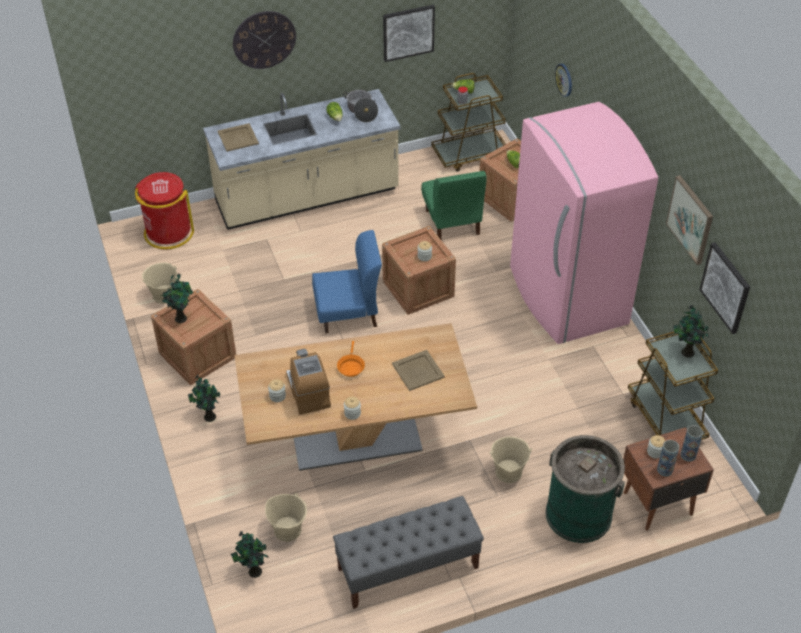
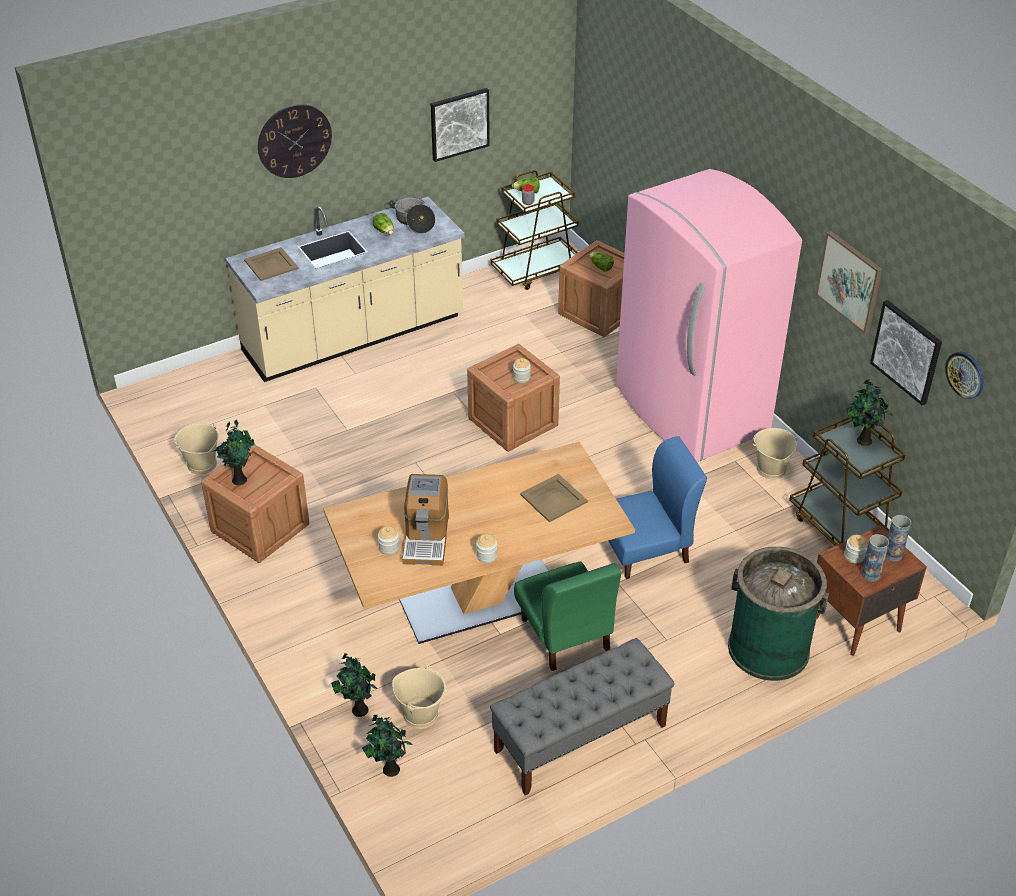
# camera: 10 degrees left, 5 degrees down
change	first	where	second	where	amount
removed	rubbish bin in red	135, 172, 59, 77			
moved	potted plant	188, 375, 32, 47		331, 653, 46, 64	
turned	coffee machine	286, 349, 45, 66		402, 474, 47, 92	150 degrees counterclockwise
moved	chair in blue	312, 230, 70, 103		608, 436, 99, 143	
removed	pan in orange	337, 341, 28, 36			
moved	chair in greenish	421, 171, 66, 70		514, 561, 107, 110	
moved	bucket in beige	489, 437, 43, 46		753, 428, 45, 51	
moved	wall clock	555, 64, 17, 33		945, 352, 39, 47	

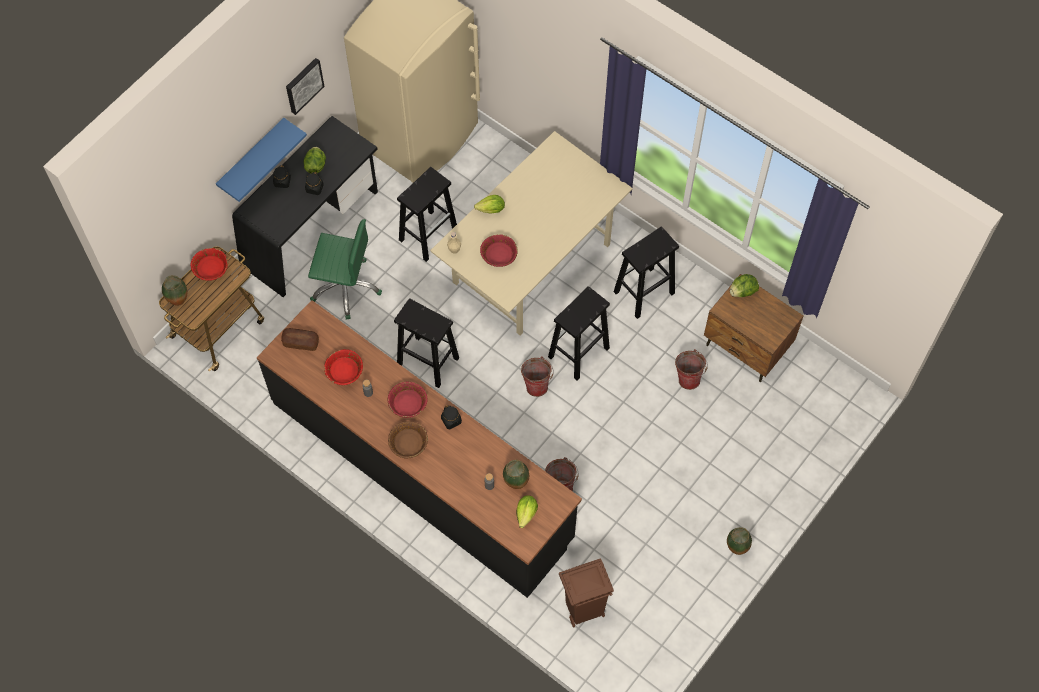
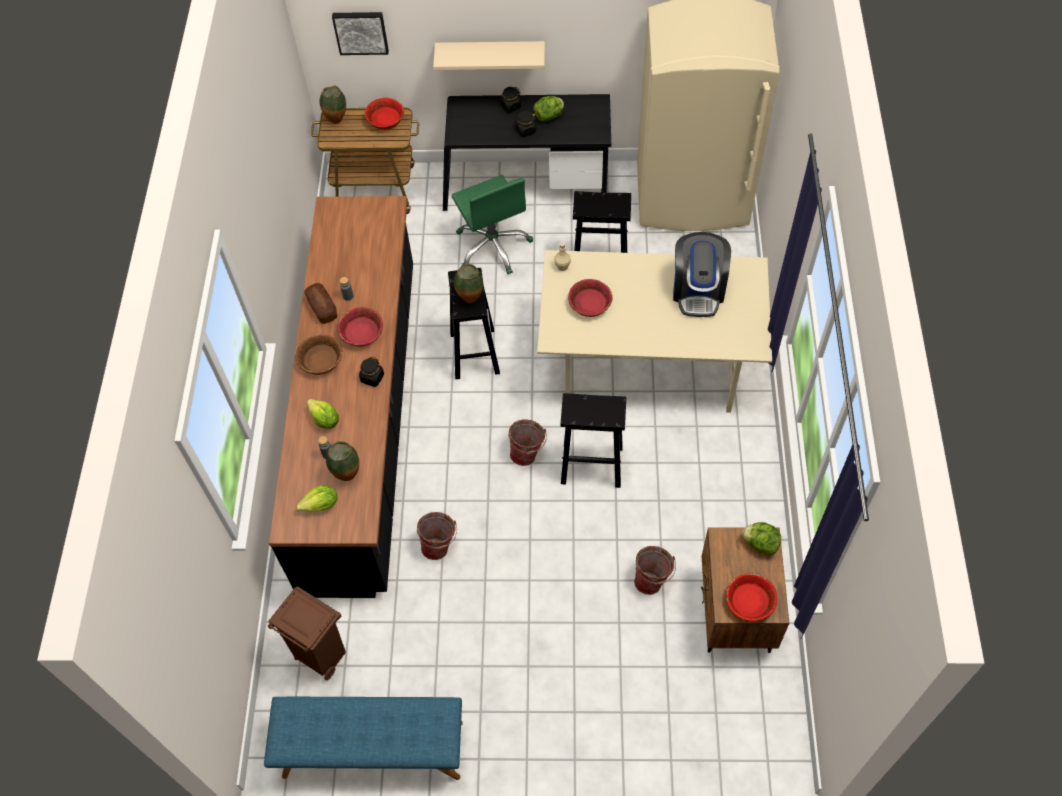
# camera: 55 degrees right, 5 degrees down
change	first	where	second	where	amount
recoloured	bracket shelf in blue	216, 118, 91, 84	bracket shelf in beige	433, 41, 112, 29	
moved	bakery bread	281, 328, 38, 23		304, 283, 34, 41	
moved	wall picture	286, 58, 39, 57		332, 12, 57, 43	
moved	serving bowl in red	324, 349, 39, 36		726, 574, 51, 47	
moved	lettuce	474, 195, 31, 19		307, 399, 32, 30	
removed	sitting stool in blackish	614, 227, 65, 92			
moved	vase	727, 527, 25, 28		454, 264, 29, 39	
added			indoor bench in blue	264, 697, 199, 83	
added			coffee machine	673, 232, 58, 85	

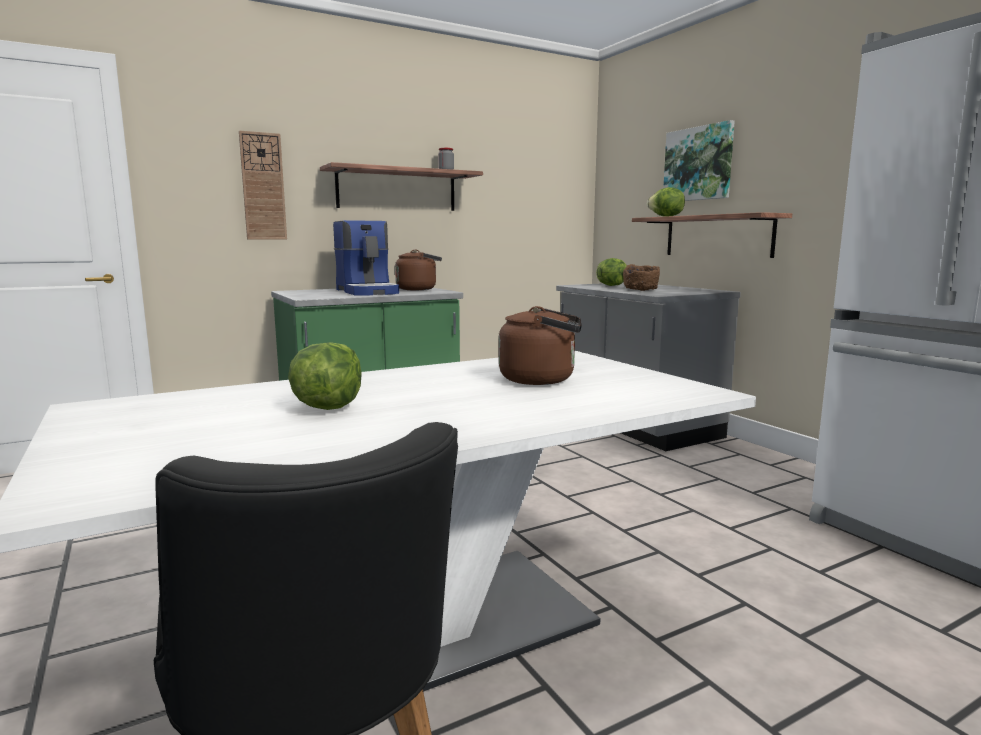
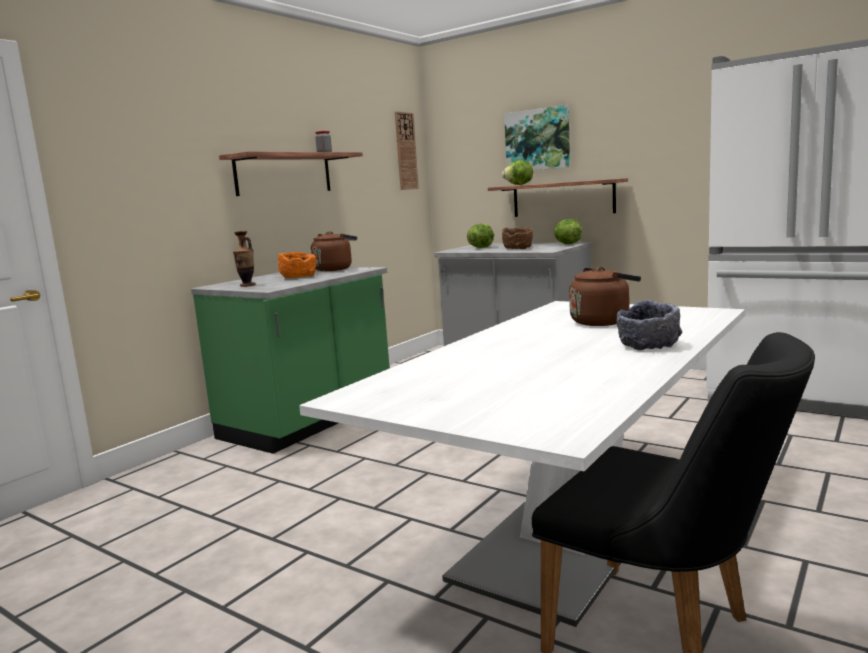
# camera: 25 degrees left, 0 degrees up
change	first	where	second	where	amount
moved	wall clock	239, 131, 48, 108		395, 111, 24, 79	
moved	lettuce	288, 342, 74, 68		554, 219, 28, 25	
replaced	coffee machine	333, 220, 66, 76	serving bowl in orange	278, 252, 38, 26	
added			vase	233, 231, 23, 56	
added			serving bowl in grey	617, 300, 65, 50	

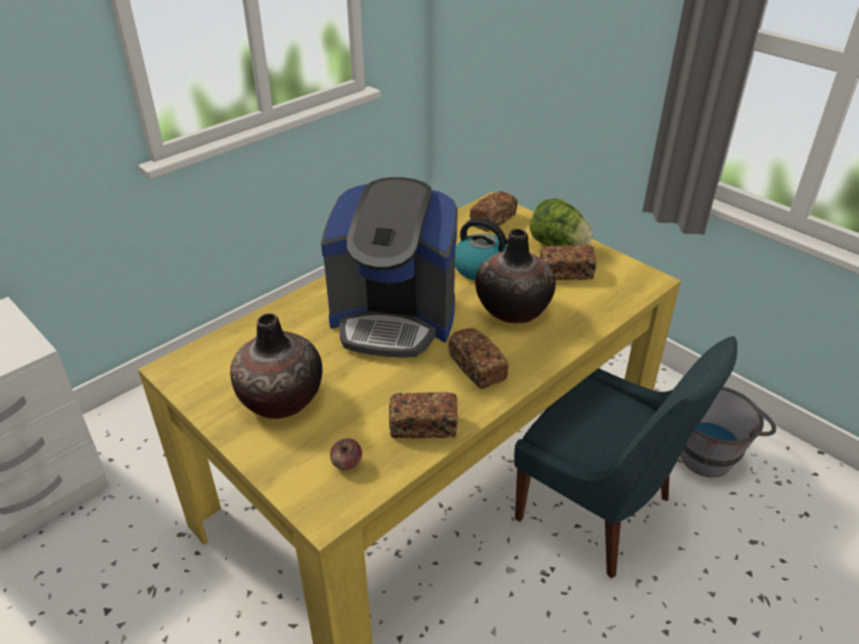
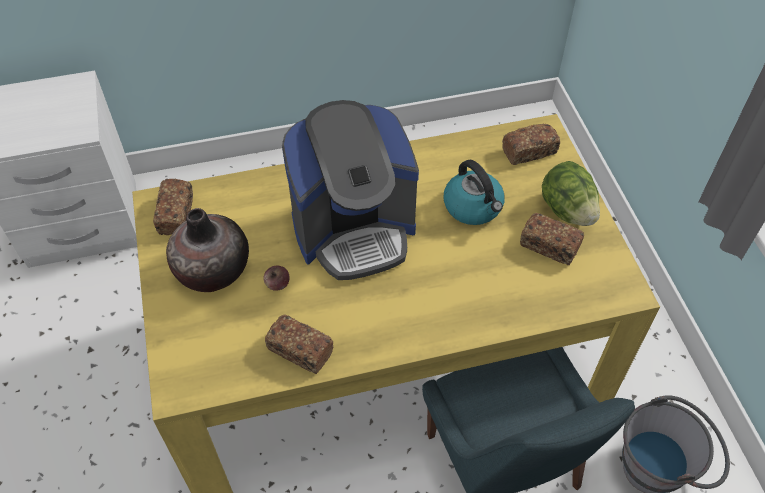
# camera: 30 degrees right, 15 degrees up
change	first	where	second	where	amount
turned	coffee machine	321, 177, 137, 181		282, 100, 137, 180	60 degrees counterclockwise
moved	apple fruit	330, 438, 32, 32		263, 266, 27, 25	
moved	bakery bread	448, 328, 61, 61		153, 179, 40, 56	
removed	vase	475, 229, 81, 94			

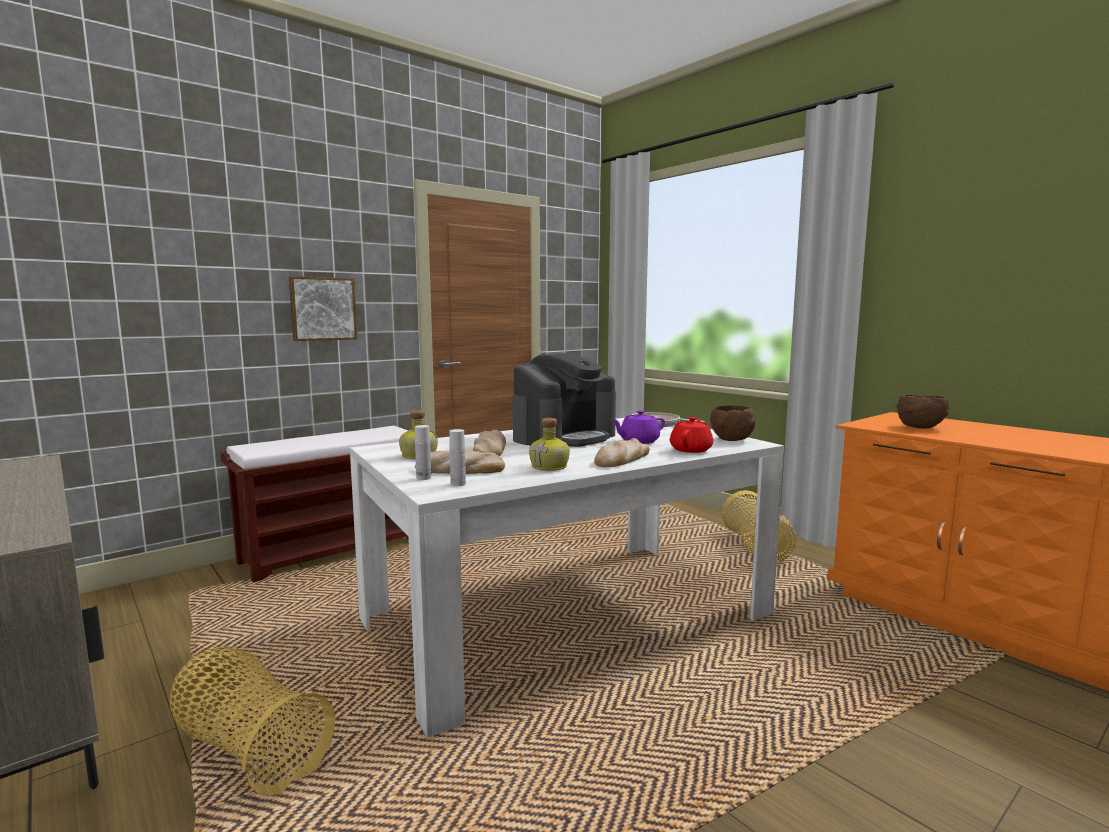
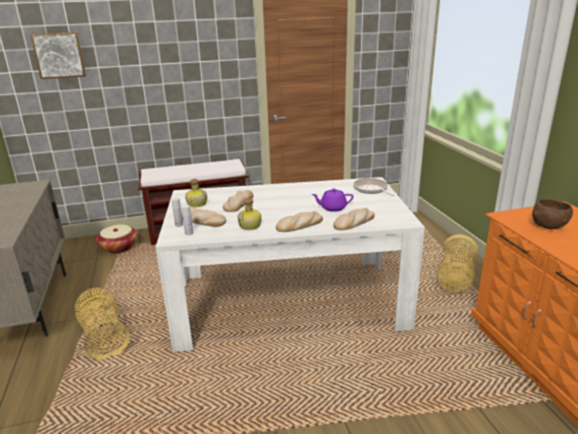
# camera: 25 degrees right, 15 degrees up
change	first	where	second	where	amount
moved	wall picture	289, 276, 68, 65		30, 32, 56, 47	
removed	coffee machine	513, 353, 103, 94			
replaced	tea pot in red	670, 417, 43, 36	bakery bread	333, 208, 42, 22	
removed	serving bowl in brown-coloured	710, 405, 46, 36			
added			basket	96, 224, 42, 30	

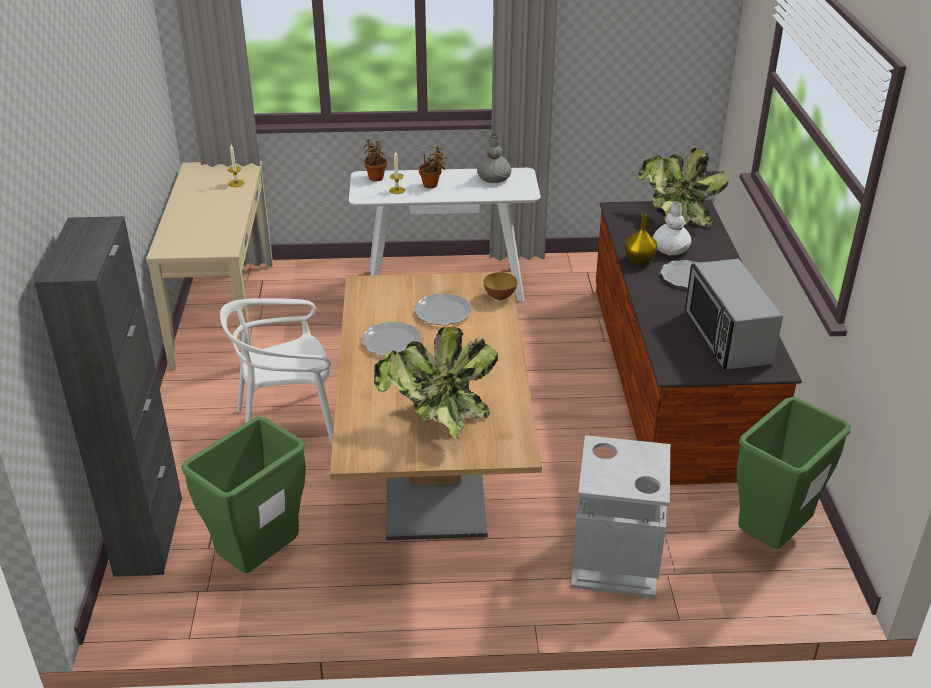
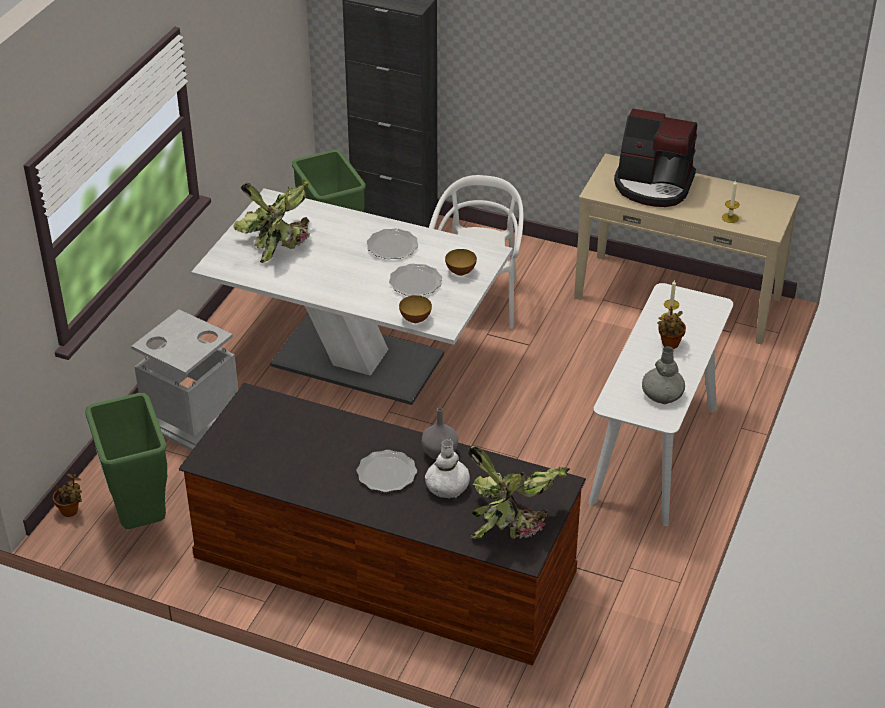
# camera: 115 degrees right, 5 degrees up
change	first	where	second	where	amount
recoloured	dinner table in brown-coloured	330, 272, 212, 268	dinner table in white-coloured	191, 188, 322, 217	
moved	potted plant	364, 139, 23, 42		53, 473, 29, 44	
recoloured	vase in yellow	625, 213, 32, 52	vase in grey	422, 408, 36, 52	
removed	kitchen microwave	685, 259, 98, 111			
added			serving bowl	445, 249, 32, 27	
added			coffee machine	614, 109, 83, 98	

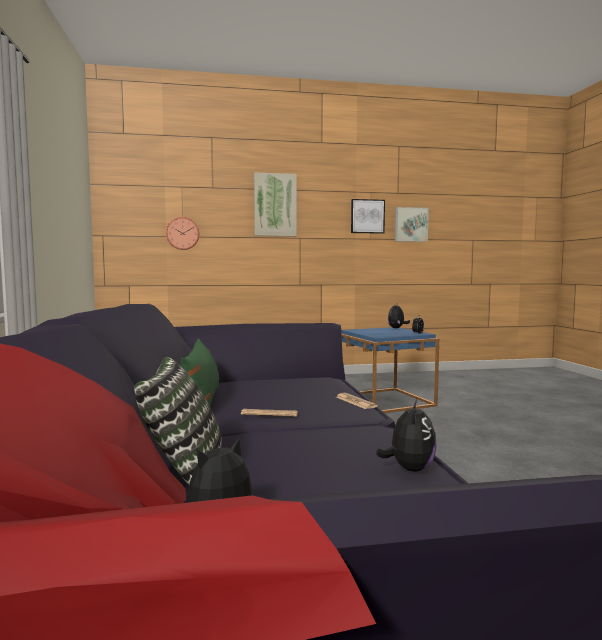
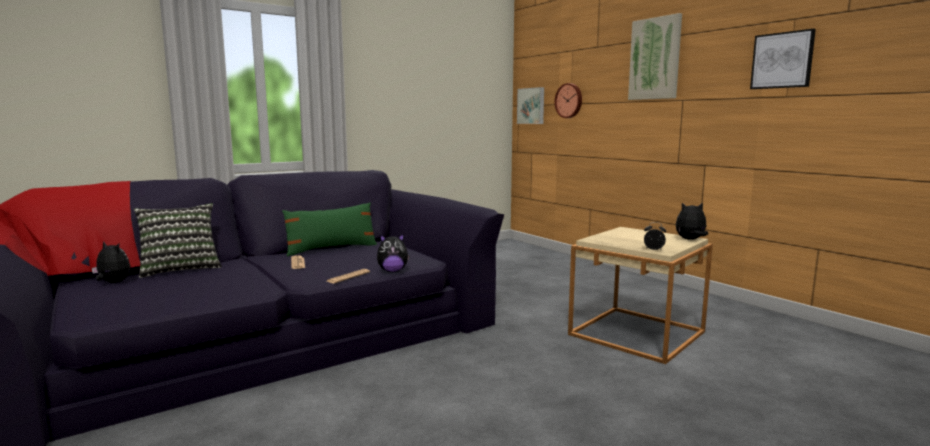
# camera: 65 degrees right, 5 degrees up
change	first	where	second	where	amount
recoloured	side table in blue	341, 327, 98, 86	side table in beige	568, 227, 145, 137	
moved	soft toy	376, 400, 61, 72		377, 233, 33, 39	
moved	wall picture	395, 207, 34, 35		517, 87, 27, 37	

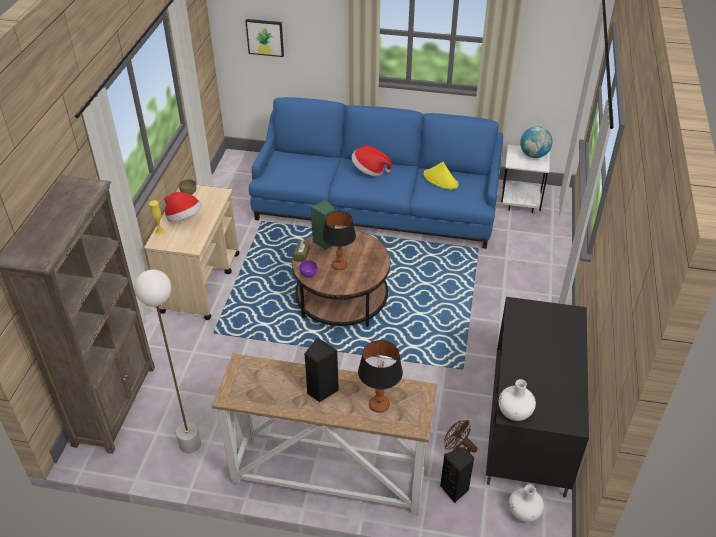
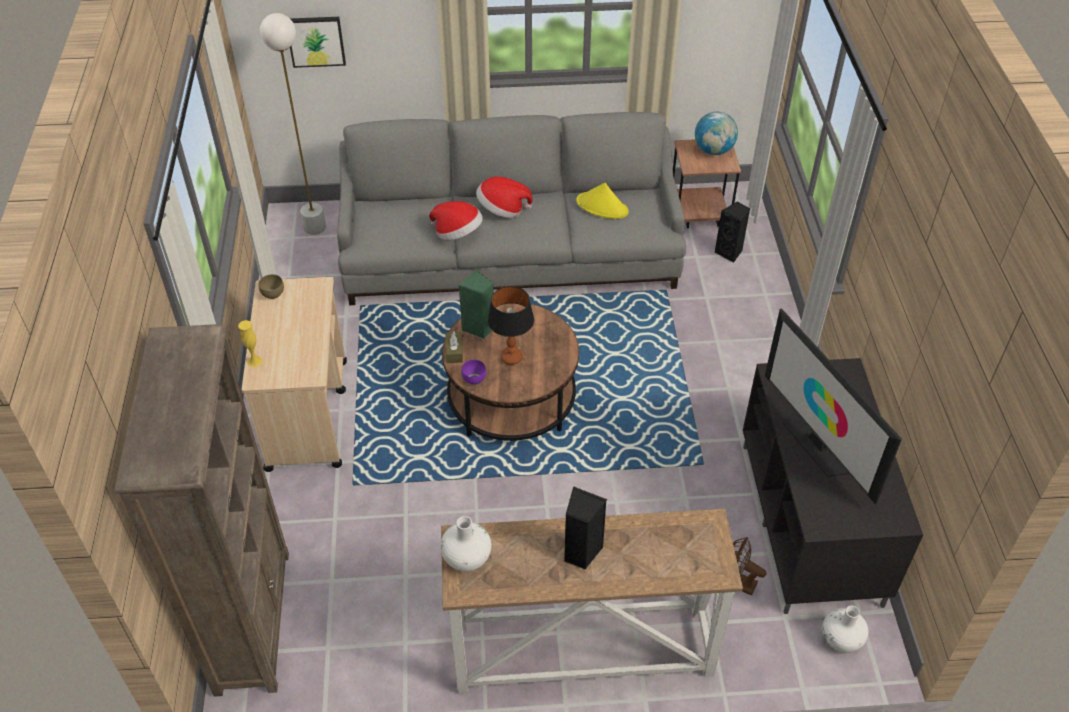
# camera: 15 degrees left, 5 degrees up
change	first	where	second	where	amount
moved	standing lamp in white-coloured	134, 269, 67, 184		260, 13, 66, 222	
moved	clothing hat	164, 192, 38, 30		429, 201, 54, 39	
recoloured	sofa in blue	249, 97, 254, 152	sofa in grey	337, 112, 349, 193	
removed	tabletop lamp	358, 340, 45, 73			
moved	audio speaker in blackish	440, 447, 34, 56		715, 201, 35, 62	
moved	vase in white-coloured	499, 379, 37, 42		441, 516, 51, 56	
recoloured	side table in white-coloured	501, 145, 49, 68	side table in brown-coloured	673, 139, 68, 89	
added			TV	765, 308, 137, 196	

